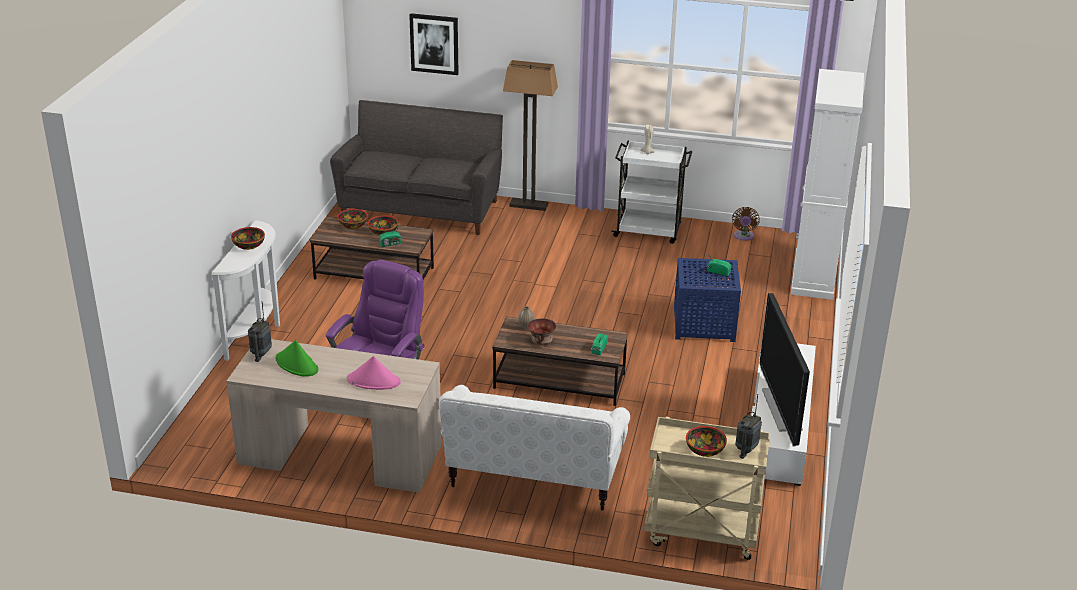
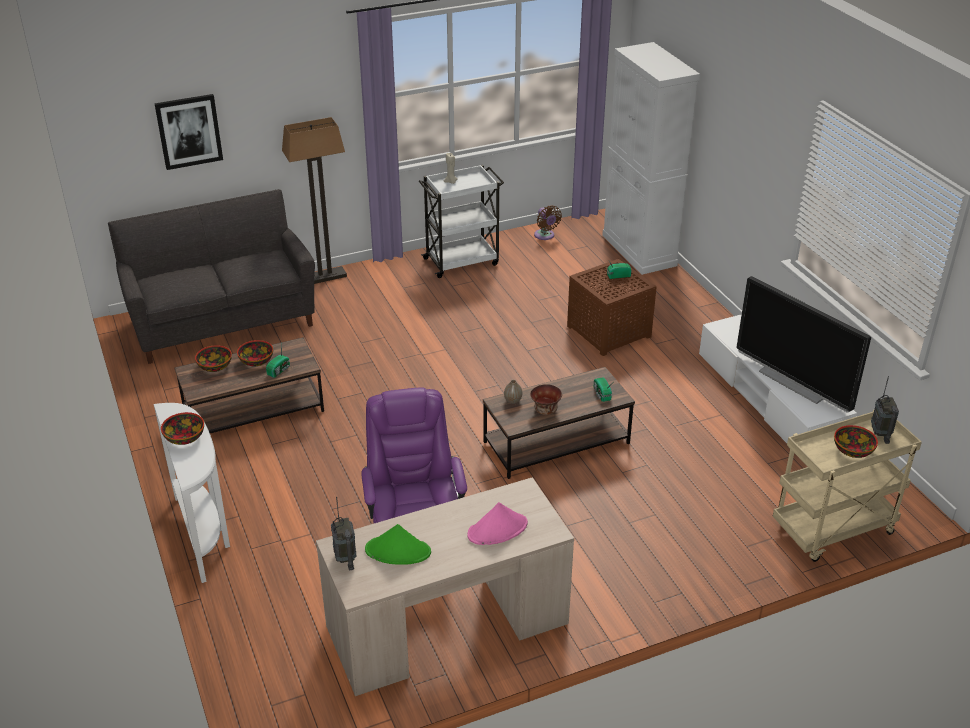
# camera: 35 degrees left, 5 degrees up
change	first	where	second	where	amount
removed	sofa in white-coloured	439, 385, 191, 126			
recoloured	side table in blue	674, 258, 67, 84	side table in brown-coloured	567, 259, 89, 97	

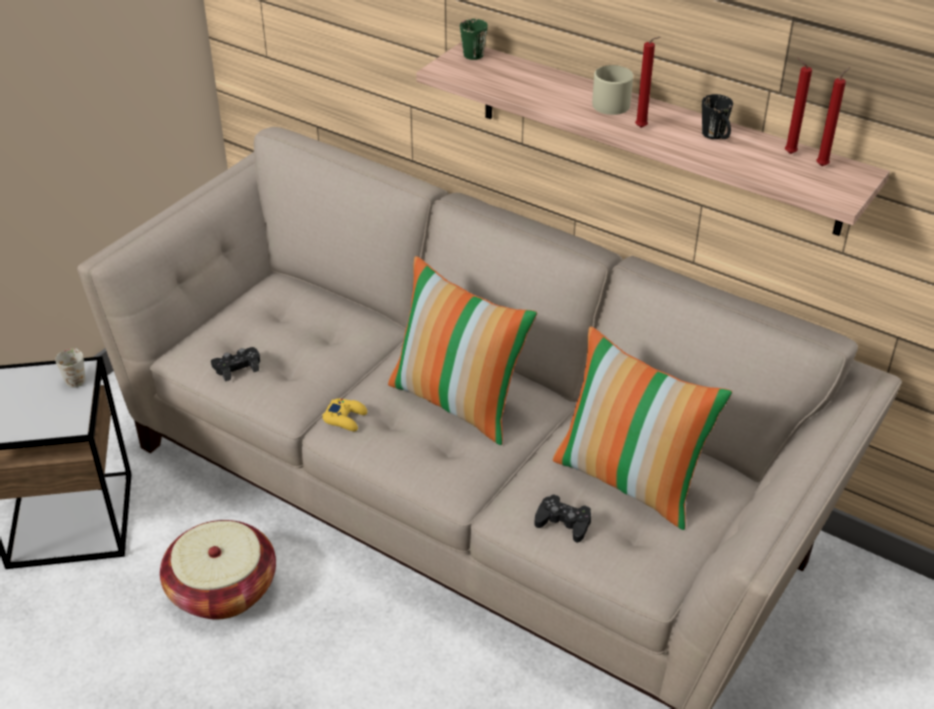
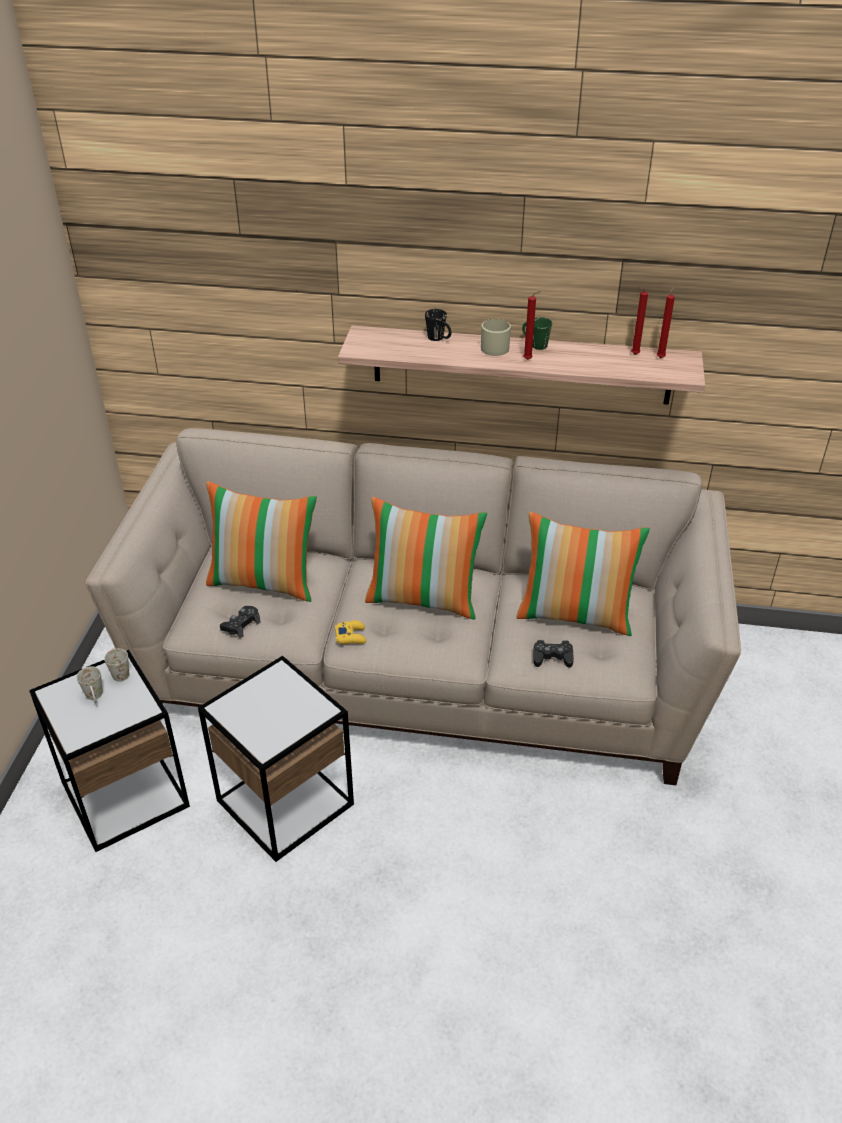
# camera: 25 degrees left, 0 degrees up
change	first	where	second	where	amount
replaced	basket	160, 520, 116, 100	side table	198, 656, 156, 206	
moved	mug in greenish	460, 19, 28, 41		522, 317, 30, 33	
moved	mug in blackish	702, 94, 31, 45		425, 309, 26, 32	
added			mug in white-coloured	77, 666, 26, 37	
added			cushion	206, 481, 111, 121	

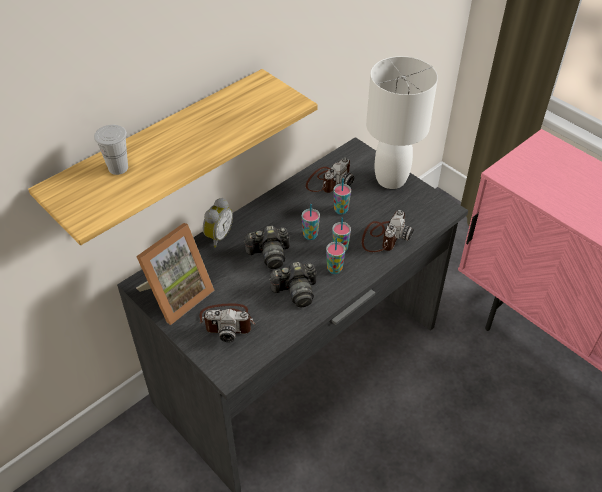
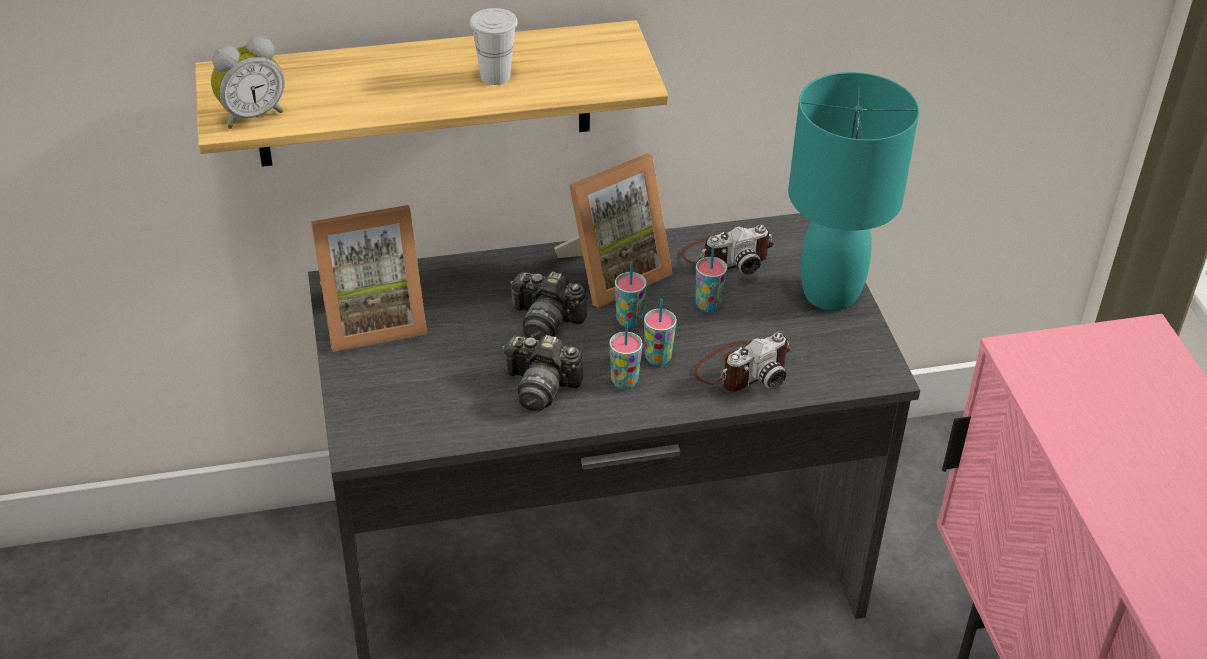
# camera: 30 degrees right, 5 degrees down
change	first	where	second	where	amount
moved	drinking cup in white-coloured	94, 125, 34, 50		470, 8, 48, 77	
removed	photo camera	199, 304, 57, 38			
moved	bedside clock	203, 198, 30, 50		211, 36, 74, 93	
recoloured	tabletop lamp in white-coloured	366, 56, 72, 133	tabletop lamp in turquoise-coloured	788, 72, 131, 239	
added			standing frame	554, 154, 119, 154	

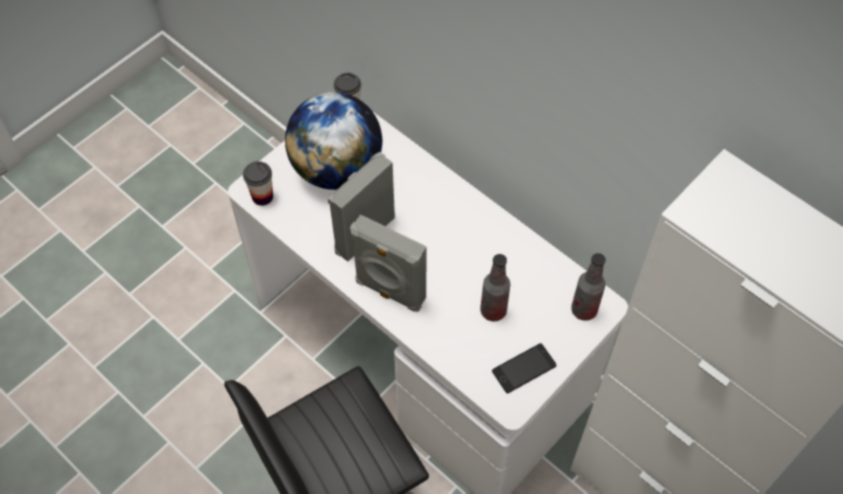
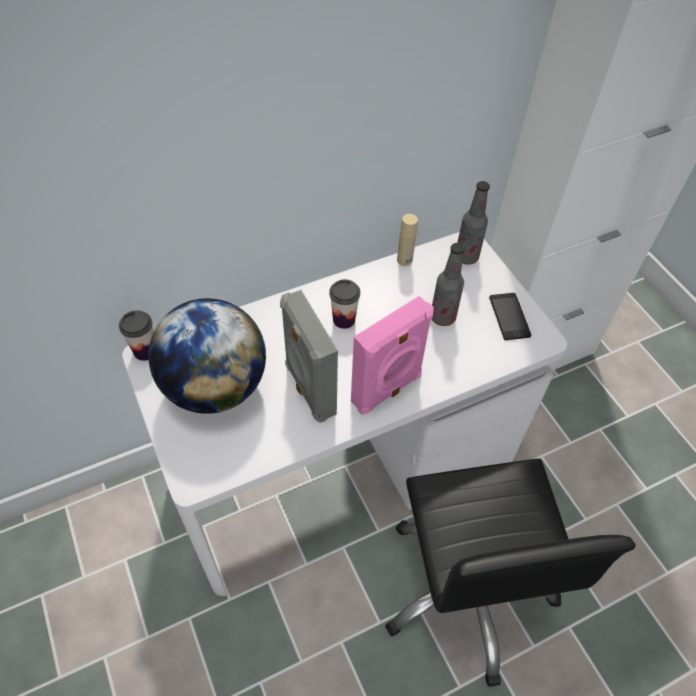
# camera: 70 degrees left, 5 degrees down
change	first	where	second	where	amount
moved	drinking cup	243, 161, 30, 45		329, 279, 31, 50	
recoloured	audio speaker in grey	350, 214, 77, 98	audio speaker in pink	351, 296, 83, 119	
added			bottle in beige	397, 214, 21, 52	

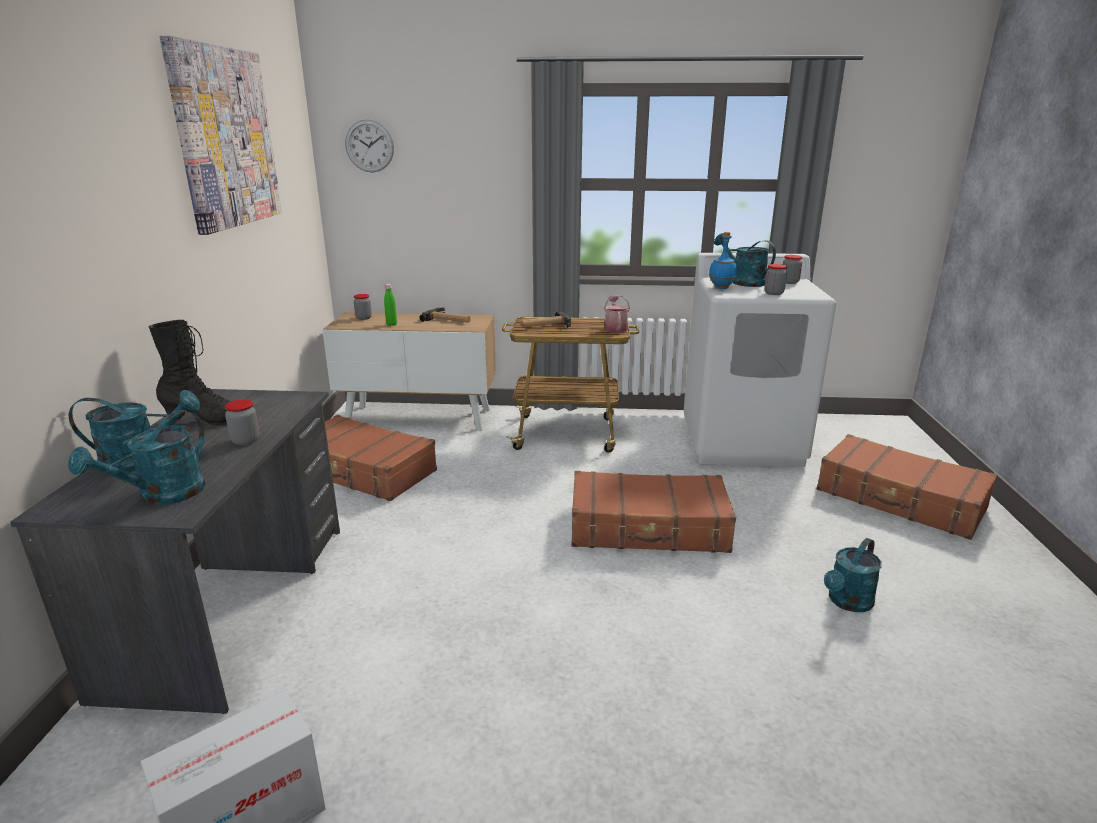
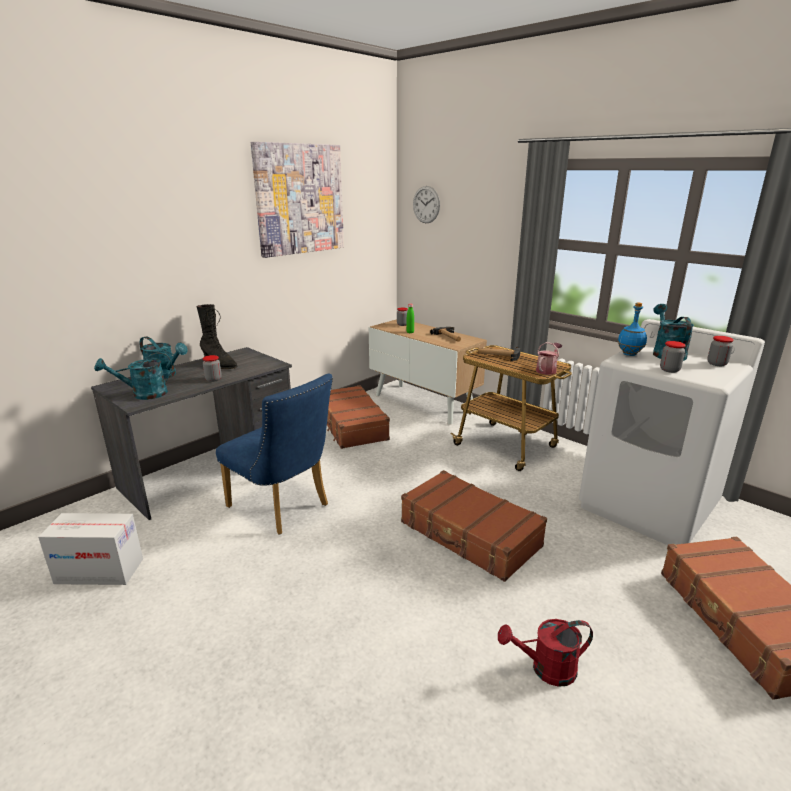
# camera: 40 degrees right, 0 degrees up
change	first	where	second	where	amount
recoloured	watering can in turquoise-coloured	824, 538, 58, 74	watering can in red	498, 619, 95, 68	
added			chair in blue	216, 374, 117, 161	

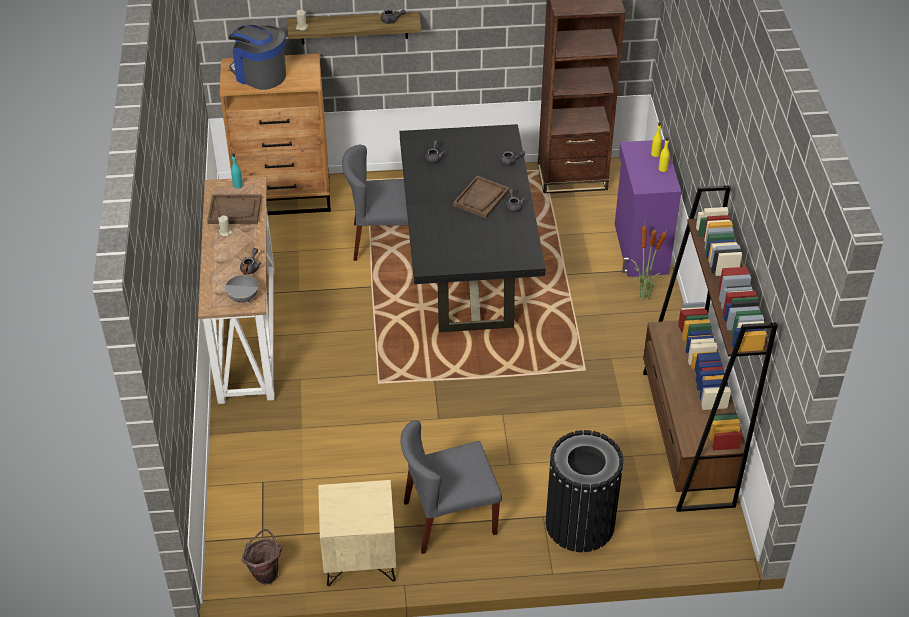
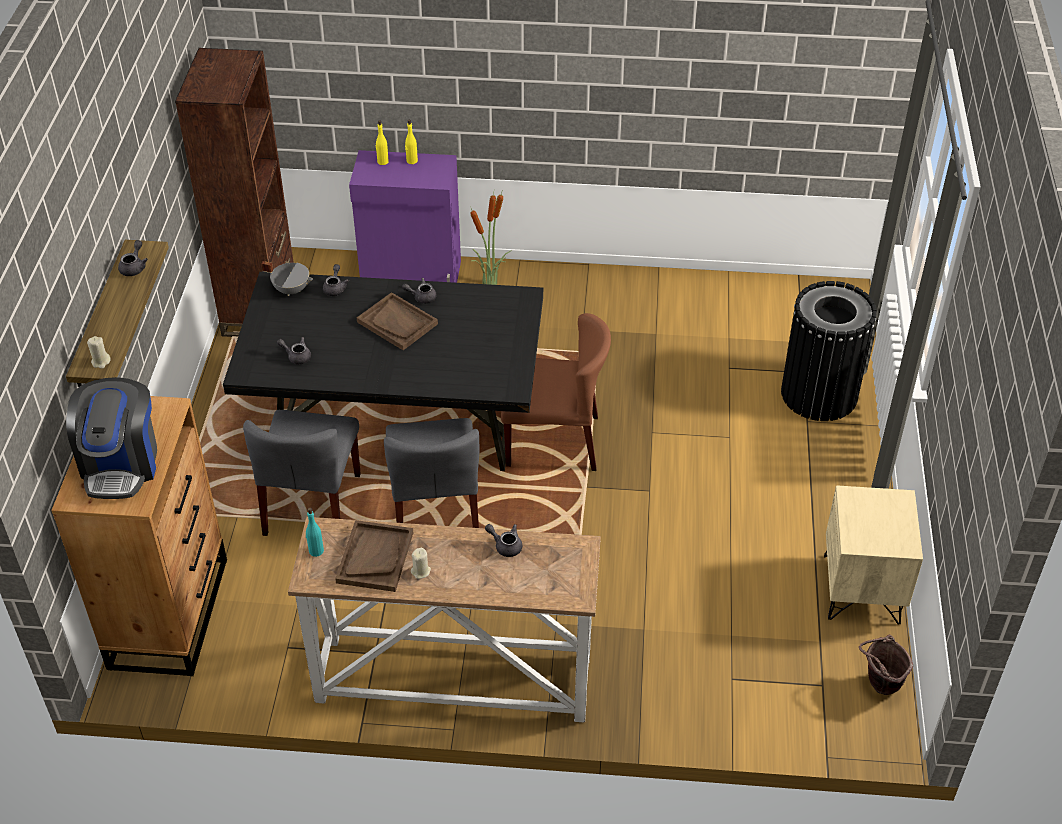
# camera: 80 degrees left, 0 degrees up
change	first	where	second	where	amount
moved	stockpot in grey	225, 264, 33, 39		262, 261, 51, 35	
turned	coffee machine	228, 25, 58, 65		66, 377, 91, 122	45 degrees counterclockwise
moved	chair in grey	400, 420, 102, 134		384, 418, 96, 110	
removed	bookcase in brown-coloured	643, 185, 135, 327			
added			chair in brown-coloured	501, 313, 110, 158	

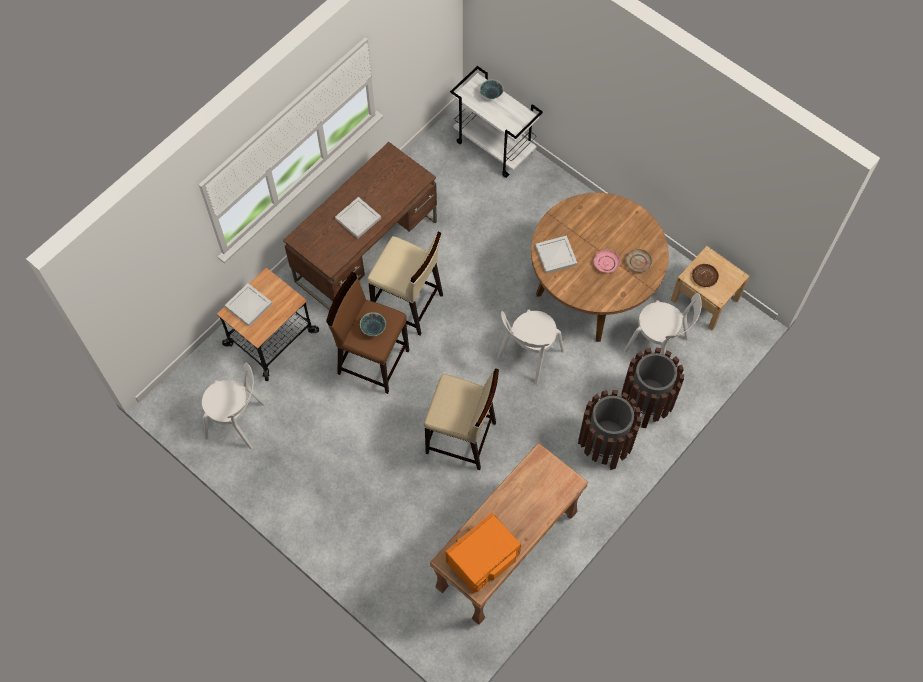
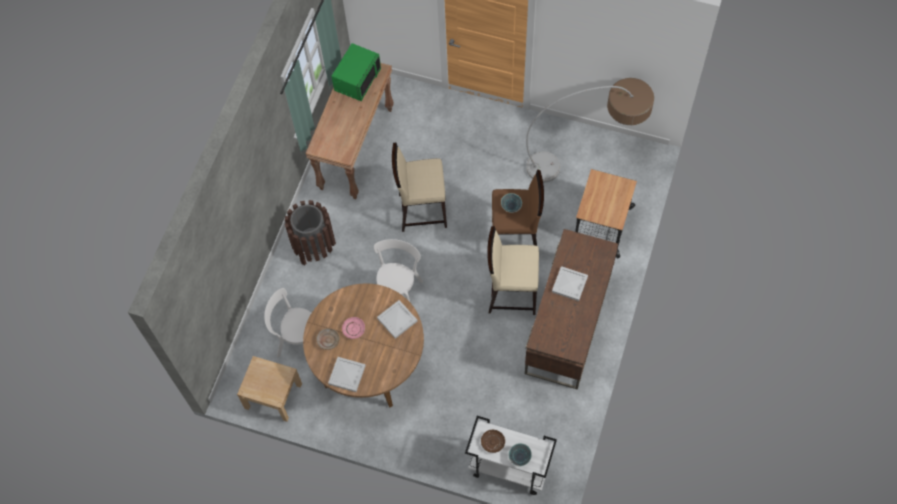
# camera: 160 degrees right, 0 degrees up
change	first	where	second	where	amount
replaced	chair in white-coloured	202, 363, 64, 86	standing lamp	526, 78, 128, 105	
moved	tray in white-coloured	225, 283, 47, 44		328, 357, 38, 35	
recoloured	kitchen microwave in orange	445, 512, 76, 81	kitchen microwave in greenish	331, 43, 50, 58	
removed	rubbish bin in brown-coloured	621, 348, 63, 80			
moved	dinner plate in brown-coloured	692, 264, 27, 23		481, 430, 24, 23	

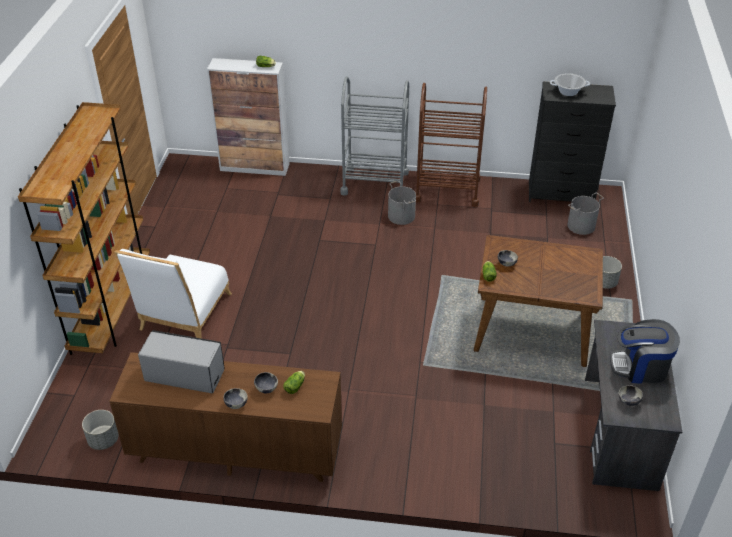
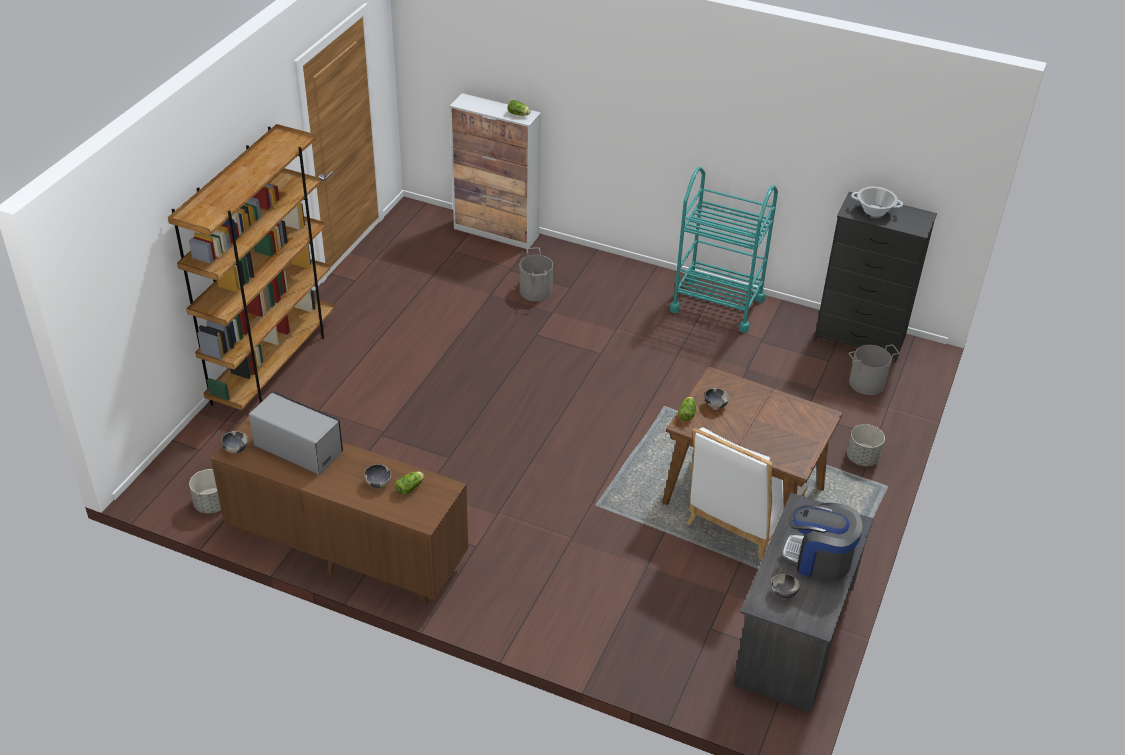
# camera: 15 degrees right, 0 degrees up
change	first	where	second	where	amount
moved	chair in white-coloured	115, 249, 117, 90		687, 428, 121, 132	
moved	serving bowl	223, 388, 25, 21		221, 431, 27, 22	
removed	wheeled cart in grey	340, 77, 69, 118			
moved	bucket in grey	388, 181, 28, 44		519, 248, 34, 53	
recoloured	wheeled cart in brown-coloured	416, 83, 71, 124	wheeled cart in turquoise-coloured	670, 167, 108, 166	

